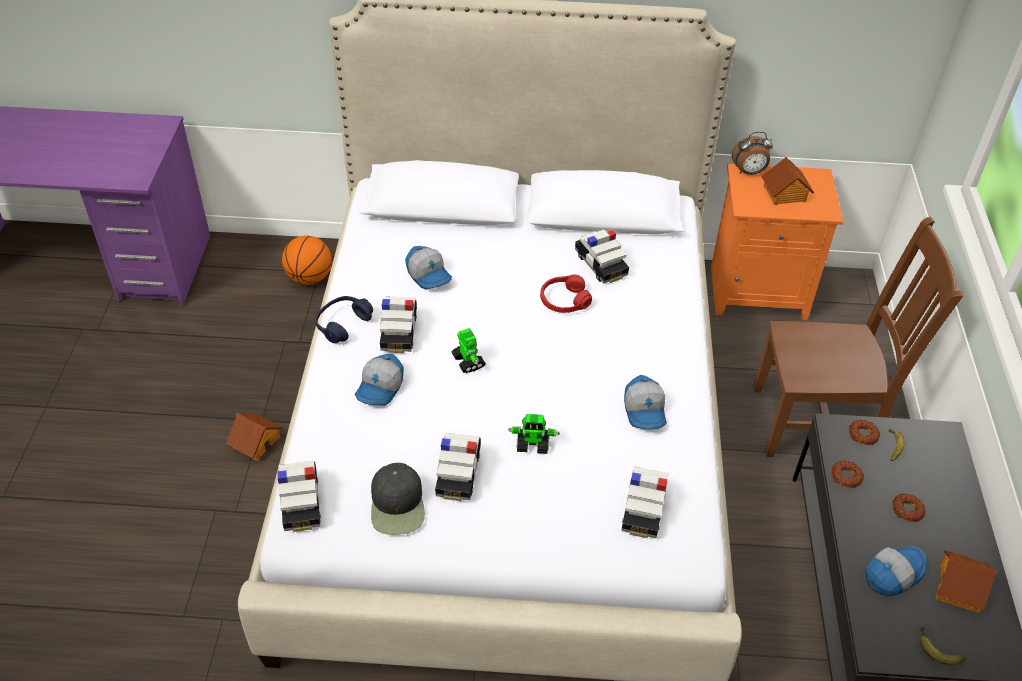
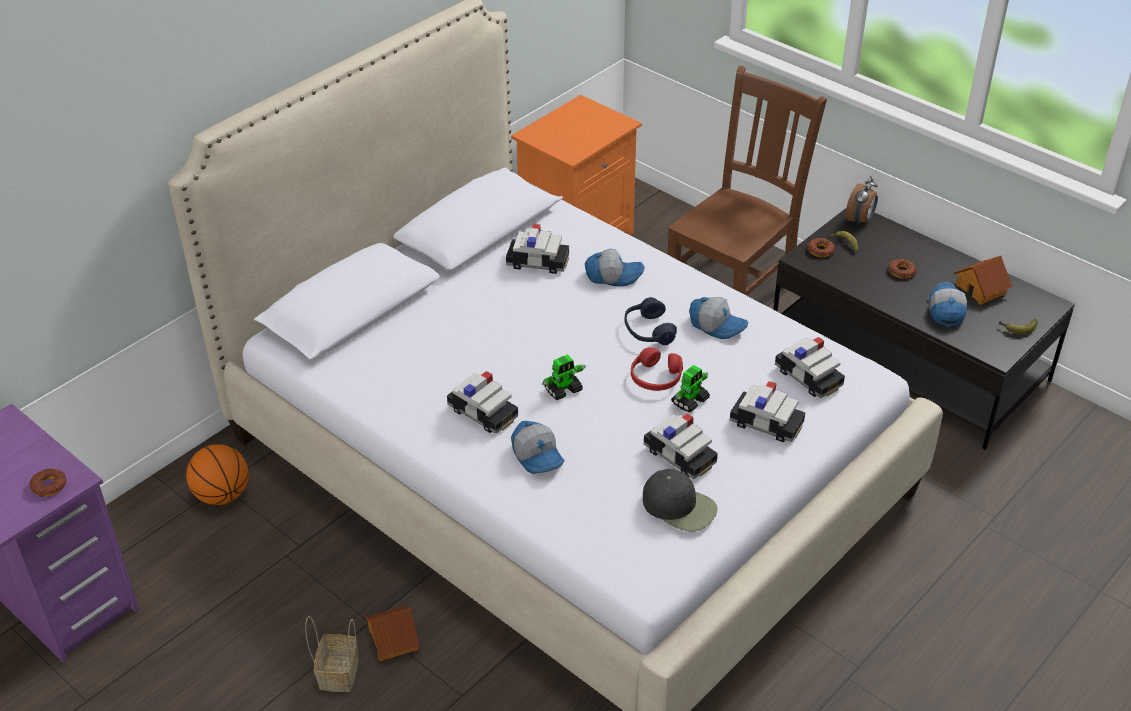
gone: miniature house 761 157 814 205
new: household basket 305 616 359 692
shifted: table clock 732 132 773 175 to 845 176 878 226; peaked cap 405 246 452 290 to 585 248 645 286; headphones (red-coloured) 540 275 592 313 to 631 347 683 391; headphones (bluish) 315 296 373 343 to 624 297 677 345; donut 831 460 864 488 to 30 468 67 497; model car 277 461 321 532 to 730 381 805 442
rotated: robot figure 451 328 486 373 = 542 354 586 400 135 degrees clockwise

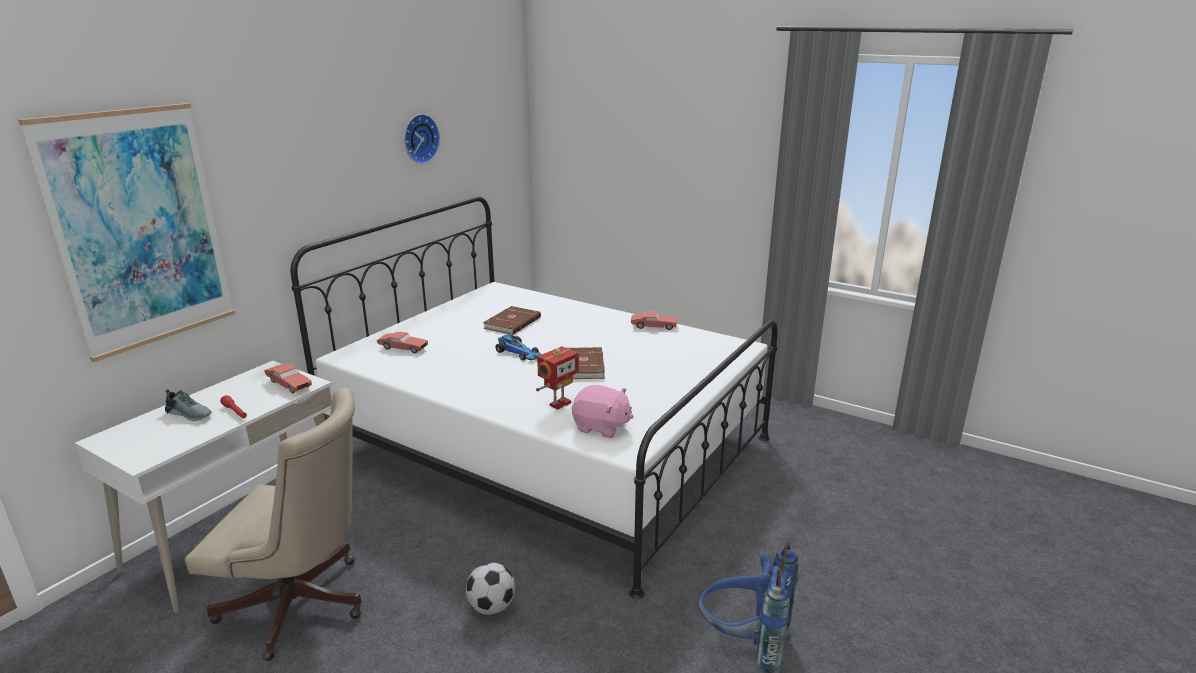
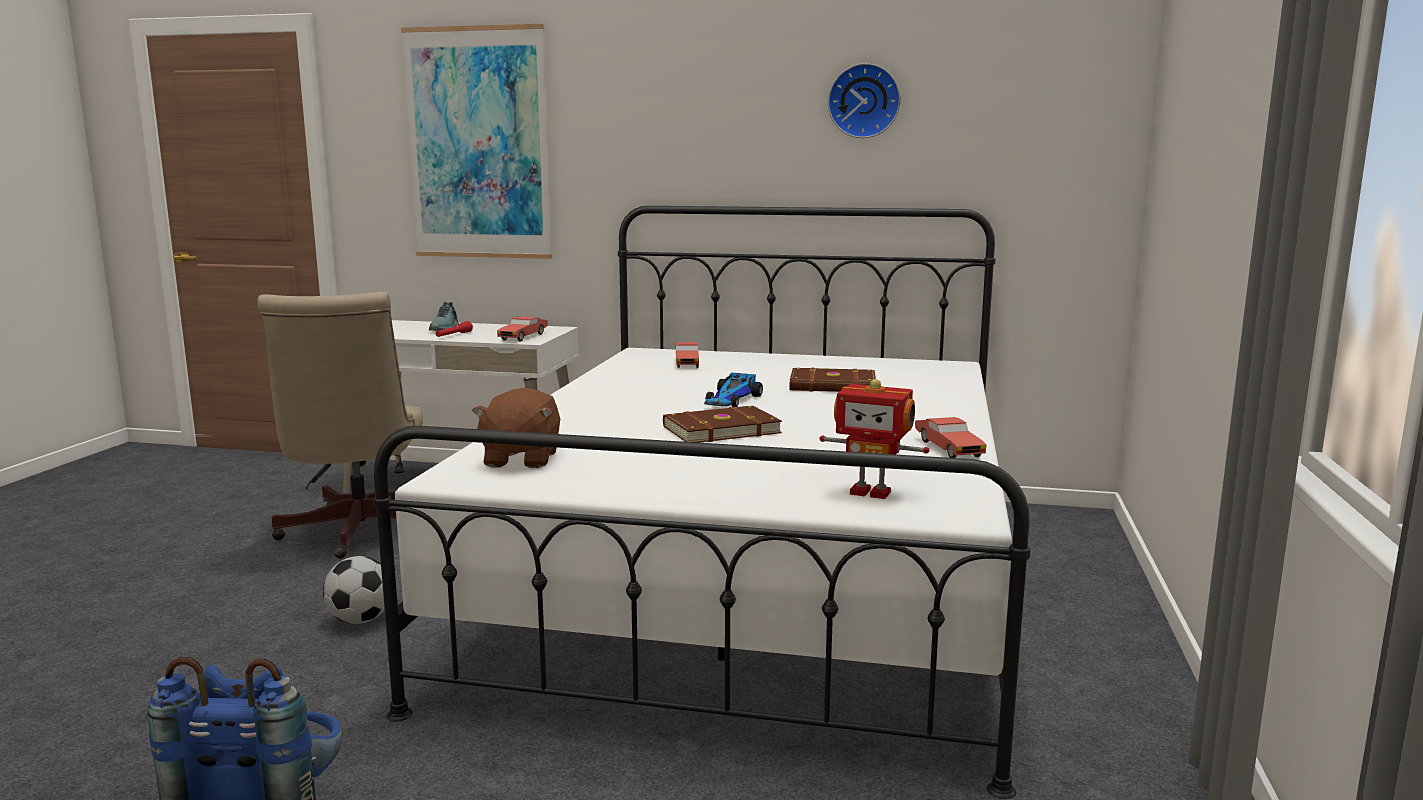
shifted: robot figure 536 346 579 410 to 819 379 929 499
repainted: cuddly toy (pinkish) 572 385 634 438 to cuddly toy (brown-coloured) 472 388 560 468

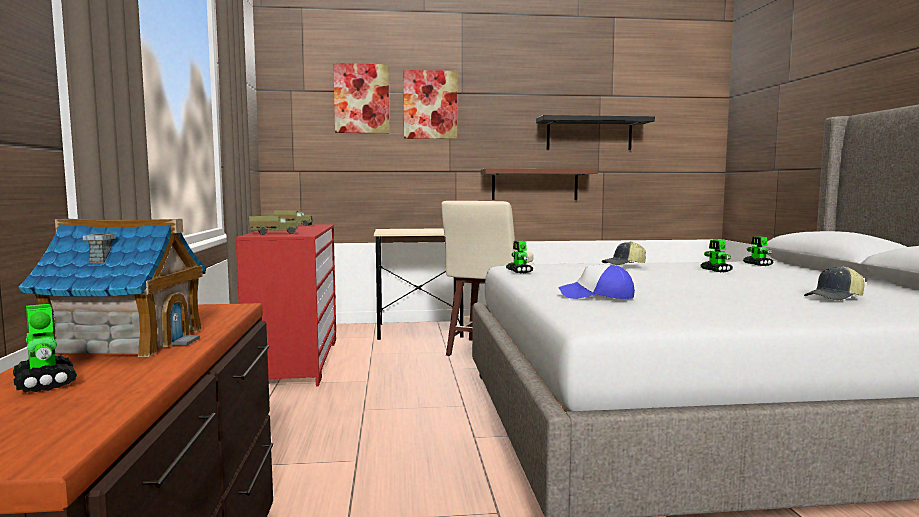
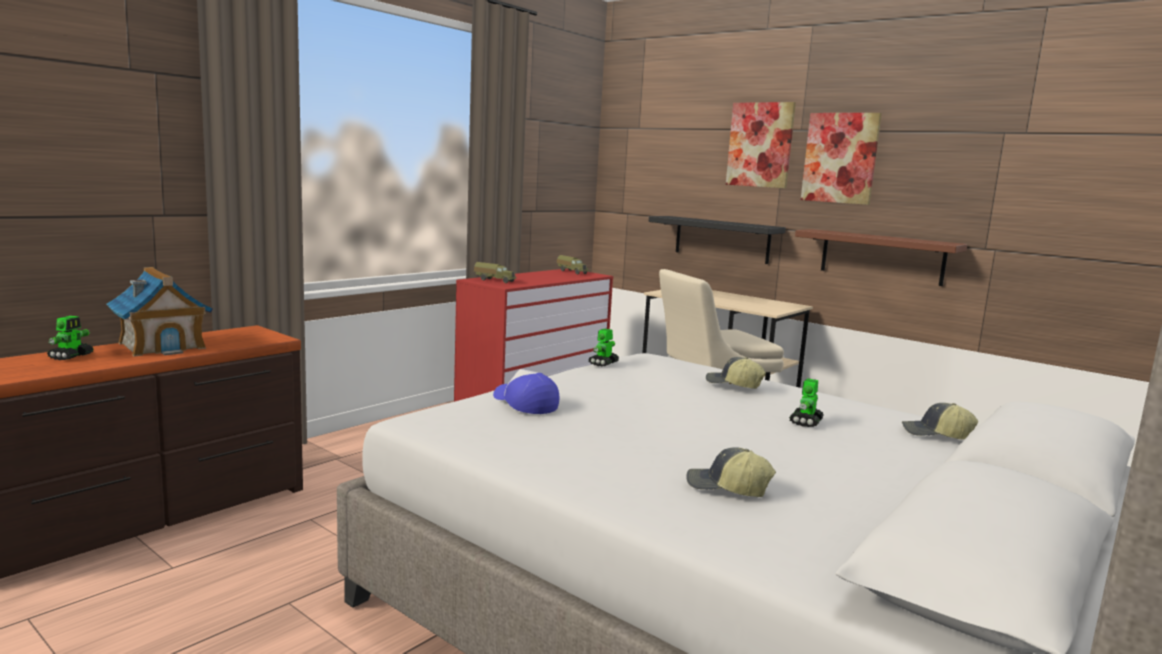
shifted: picture 333 63 389 133 to 801 113 882 205; shelf (black) 536 115 655 150 to 649 216 786 264
swapped: robot figure 743 236 773 266 to peaked cap 902 403 978 440

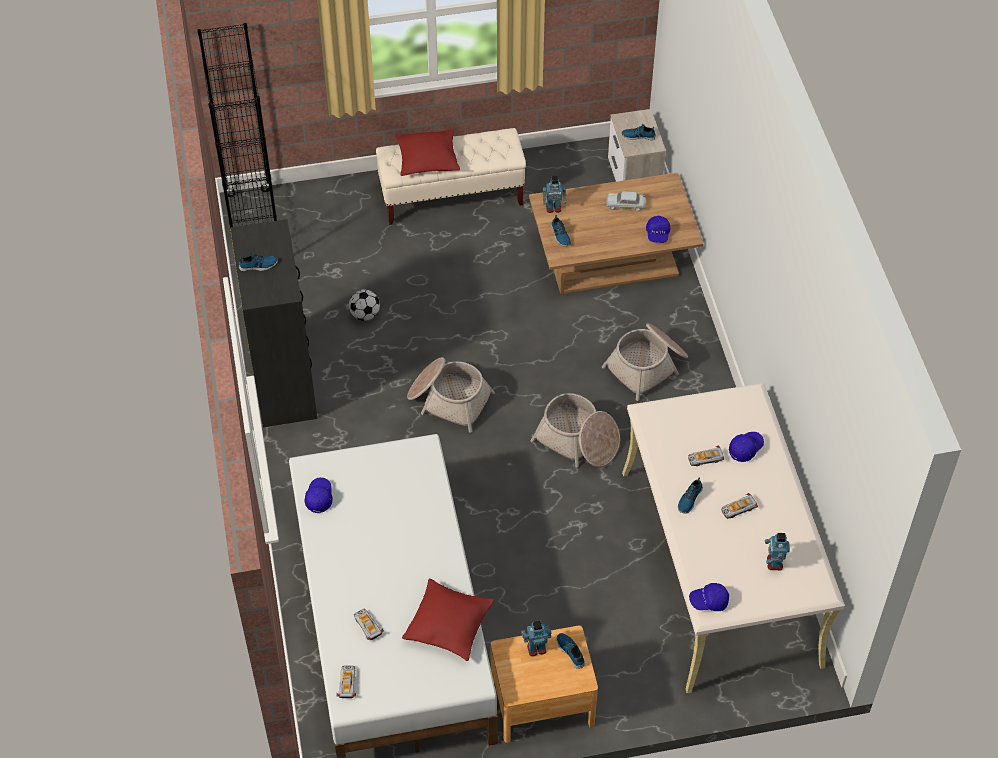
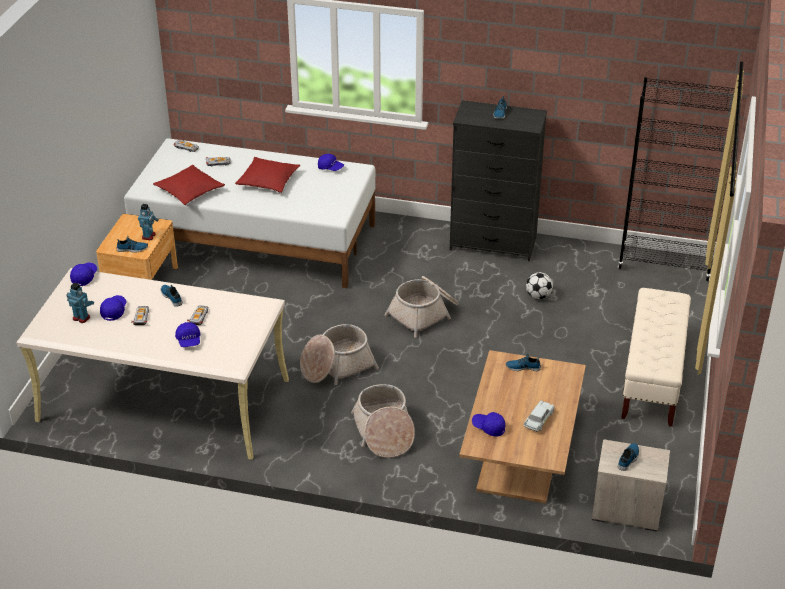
gone: robot figure 543 176 566 213
new: peaked cap (bluish) 100 295 126 321
shifted: cushion (red-coloured) 395 129 460 176 to 235 157 300 193

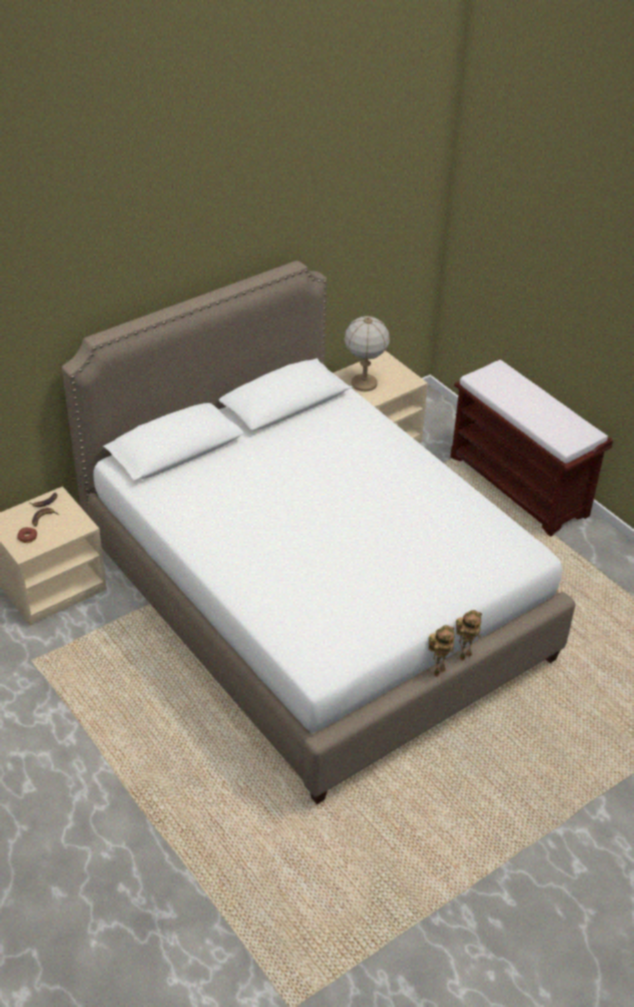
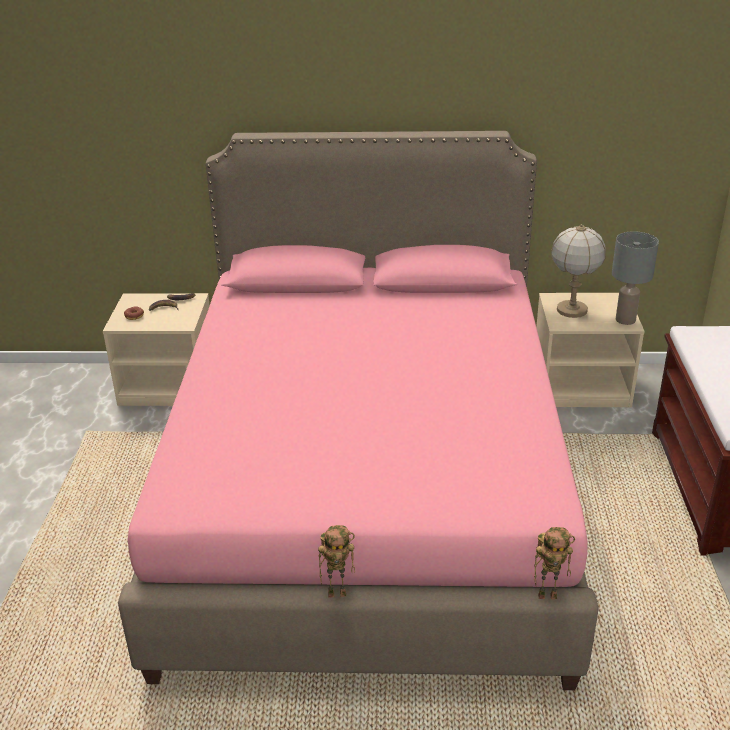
new: tabletop lamp (grey) 612 231 659 325
shifted: robot figure 456 610 482 661 to 534 527 575 599
repainted: bed (white) 62 260 575 804 to bed (pinkish) 118 131 599 690

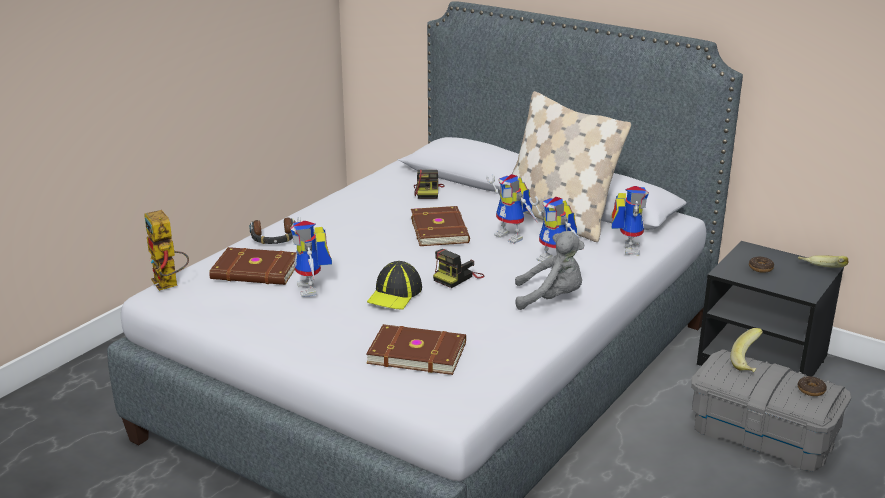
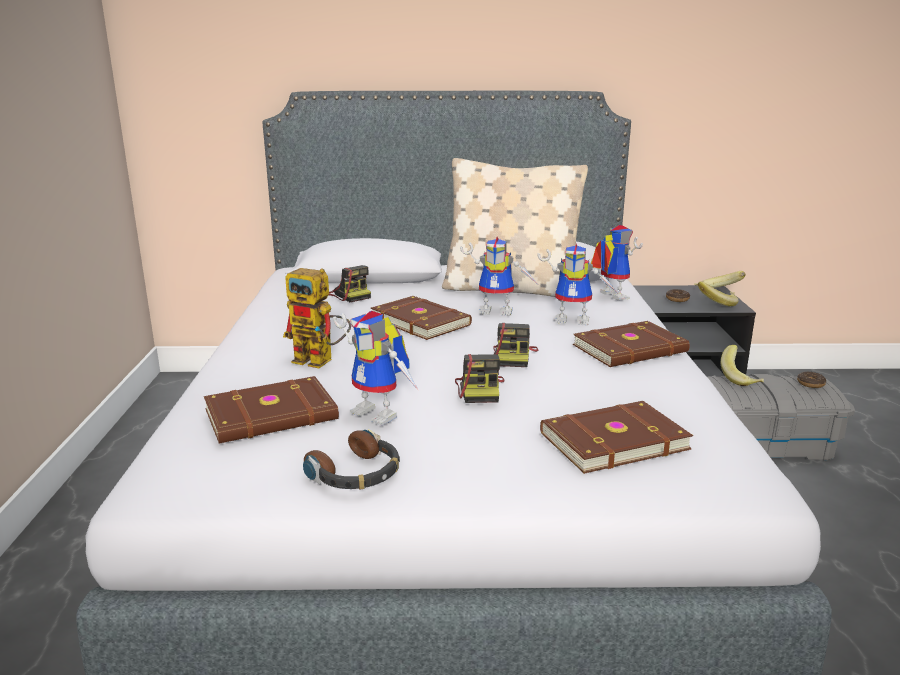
new: whole banana 698 282 739 306
shifted: robot figure 144 210 189 291 to 283 268 351 368; headphones 249 218 295 244 to 303 429 400 490
swapped: cuddly toy (grey) 515 231 585 310 to book (brown-coloured) 573 321 690 367; peaked cap 367 261 422 310 to still camera 455 354 505 403

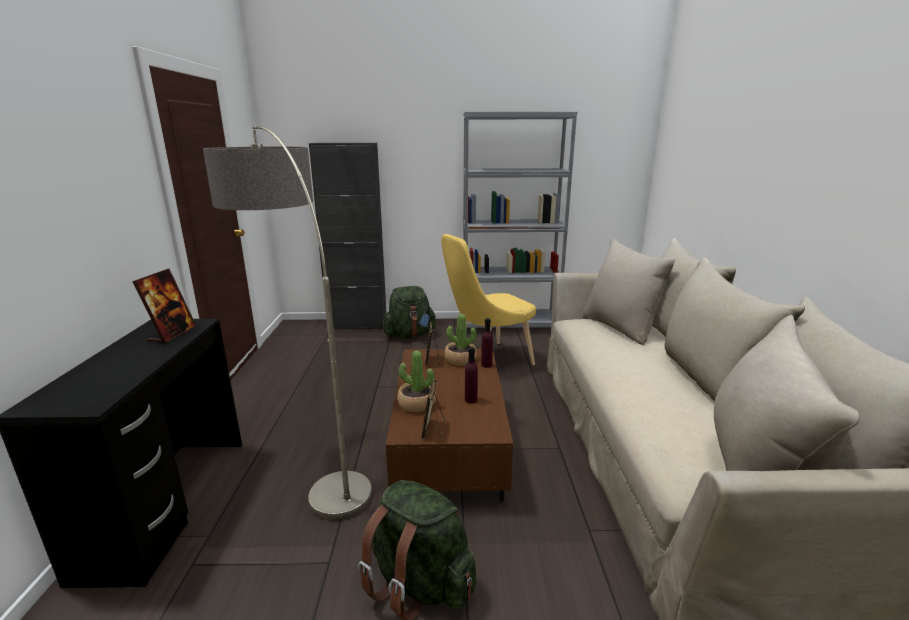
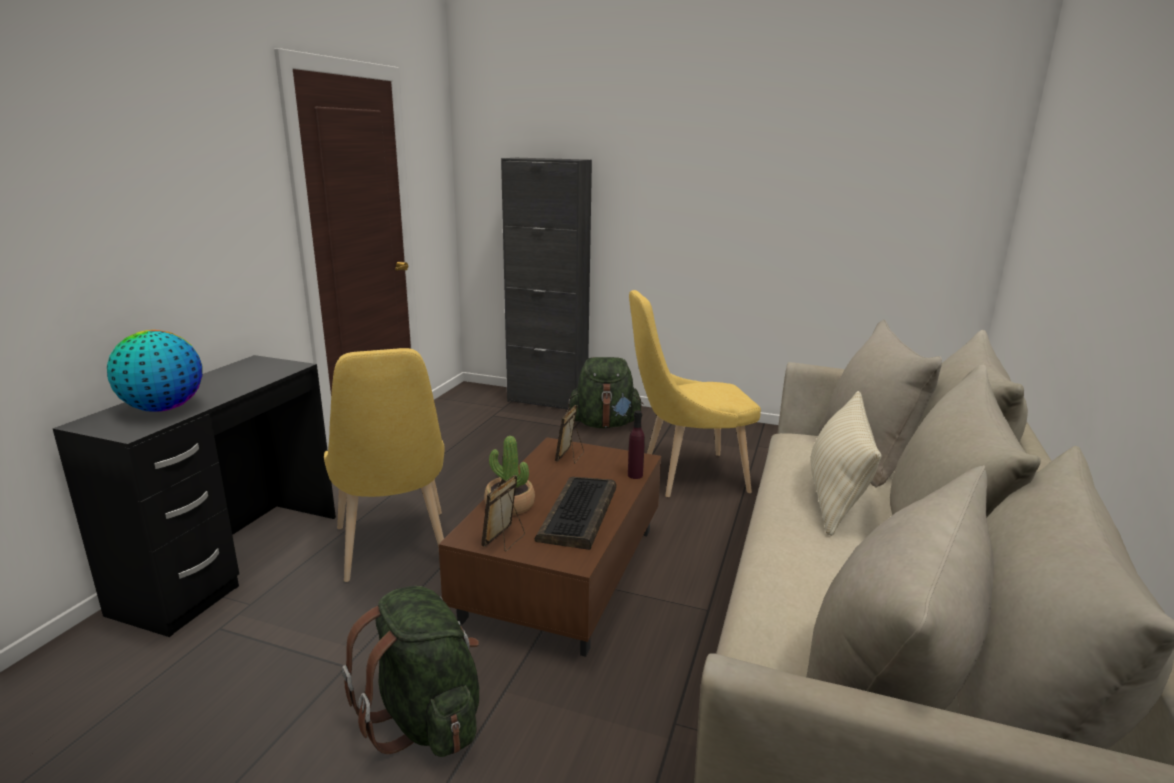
gone: bookcase (grey) 463 111 578 334; picture frame 132 269 196 344; potted plant 445 314 477 365
new: globe 107 330 203 412; cushion (beige) 811 391 882 536
swapped: standing lamp 203 126 372 520 to chair (yellow) 324 348 445 582; beverage bottle (purple-coloured) 465 347 478 404 to keyboard 535 477 616 550

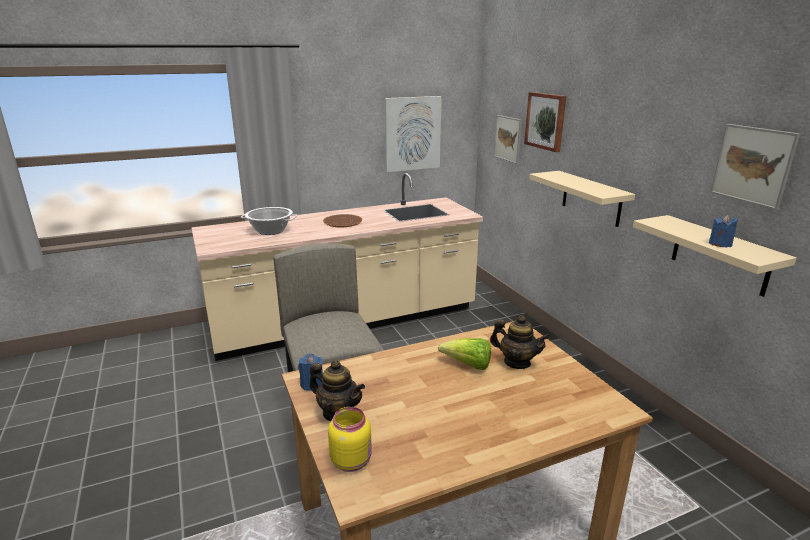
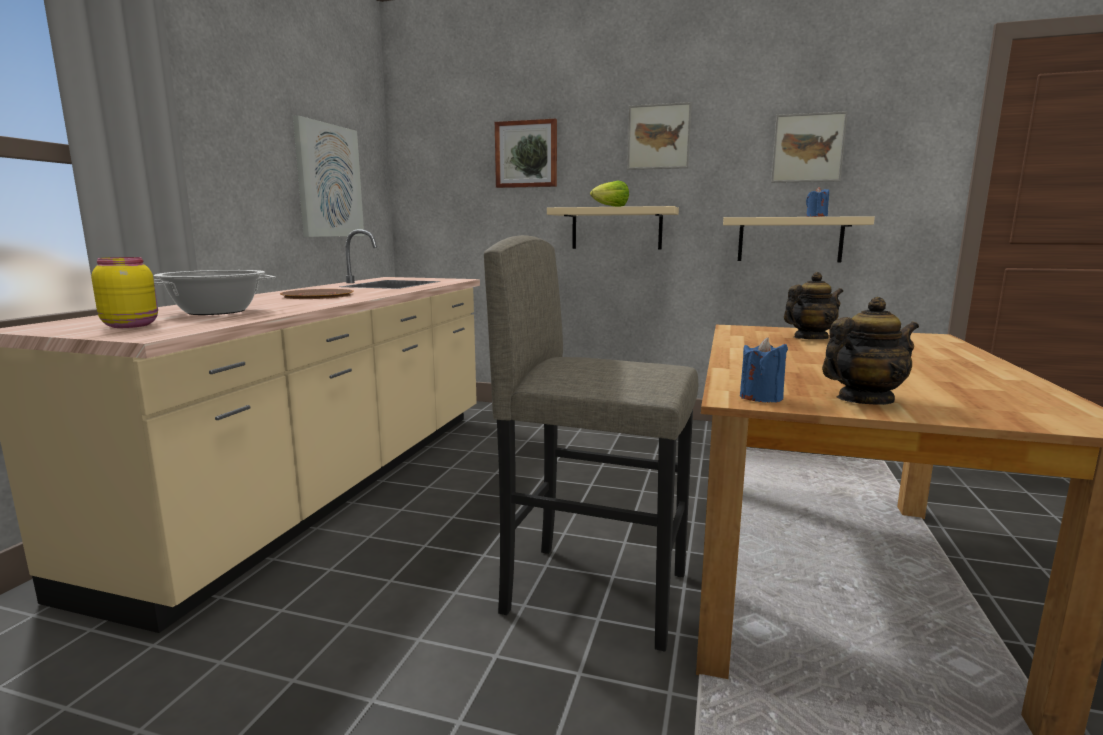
shifted: picture 493 115 522 164 to 627 102 692 170; lettuce head 438 338 491 370 to 590 181 629 207; preserve jar (yellow) 328 407 372 472 to 91 257 158 328

